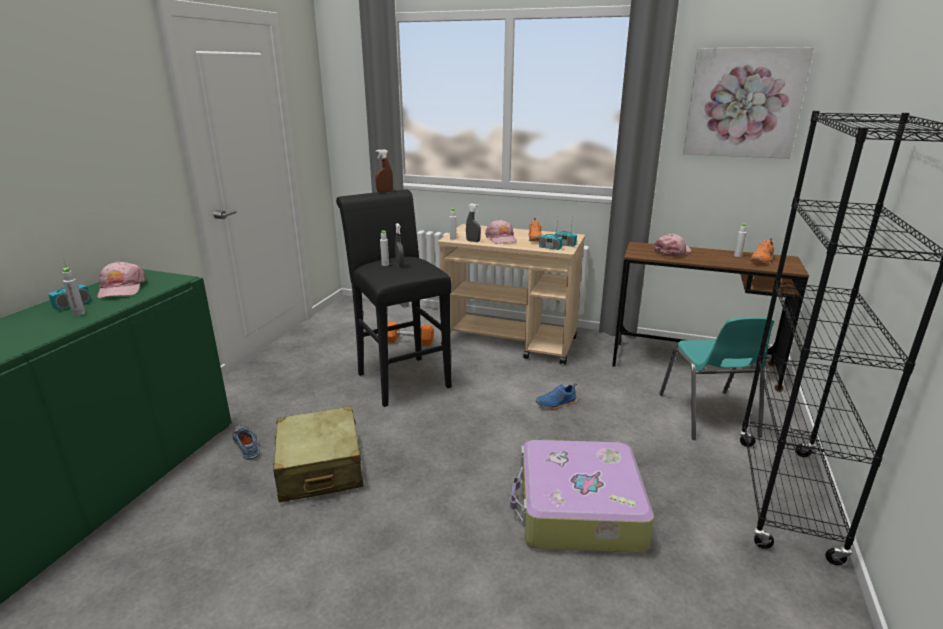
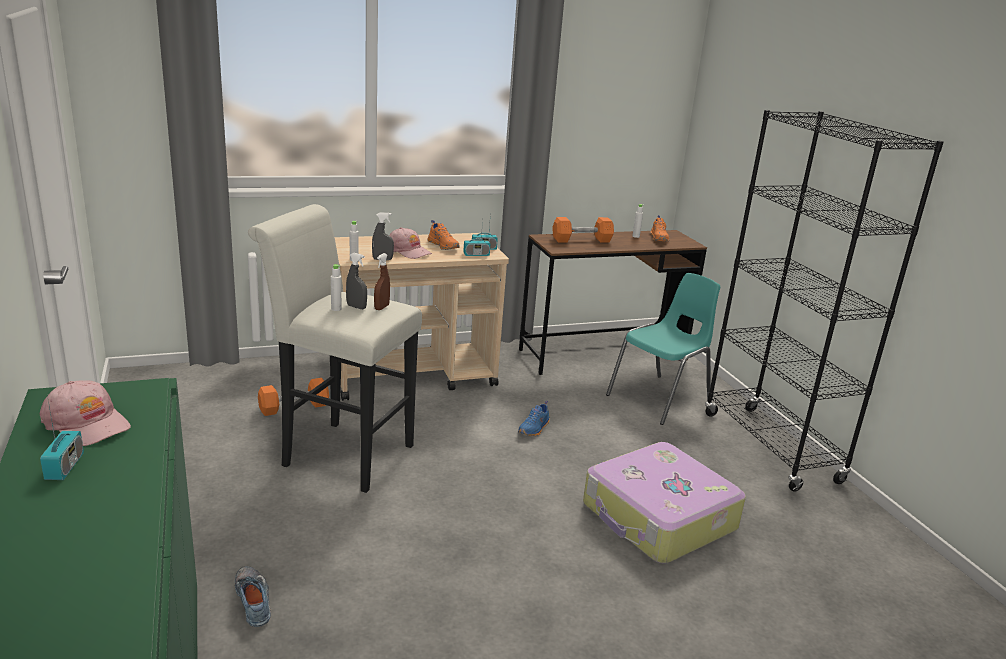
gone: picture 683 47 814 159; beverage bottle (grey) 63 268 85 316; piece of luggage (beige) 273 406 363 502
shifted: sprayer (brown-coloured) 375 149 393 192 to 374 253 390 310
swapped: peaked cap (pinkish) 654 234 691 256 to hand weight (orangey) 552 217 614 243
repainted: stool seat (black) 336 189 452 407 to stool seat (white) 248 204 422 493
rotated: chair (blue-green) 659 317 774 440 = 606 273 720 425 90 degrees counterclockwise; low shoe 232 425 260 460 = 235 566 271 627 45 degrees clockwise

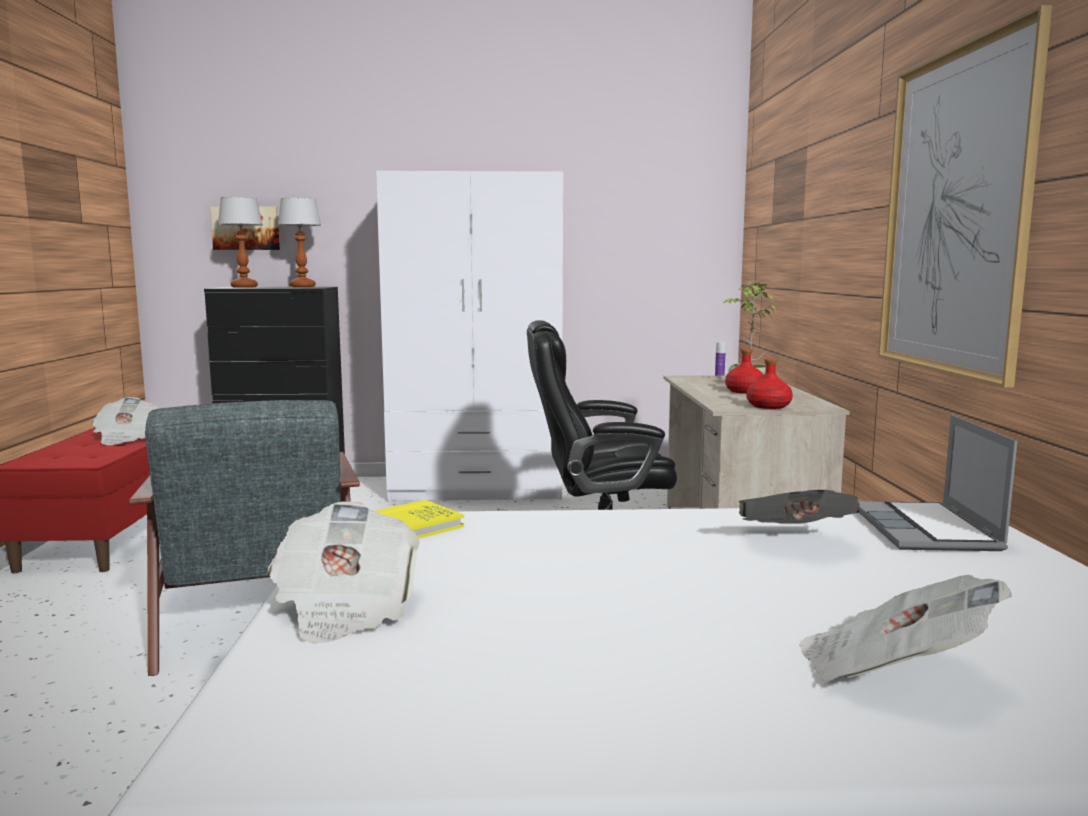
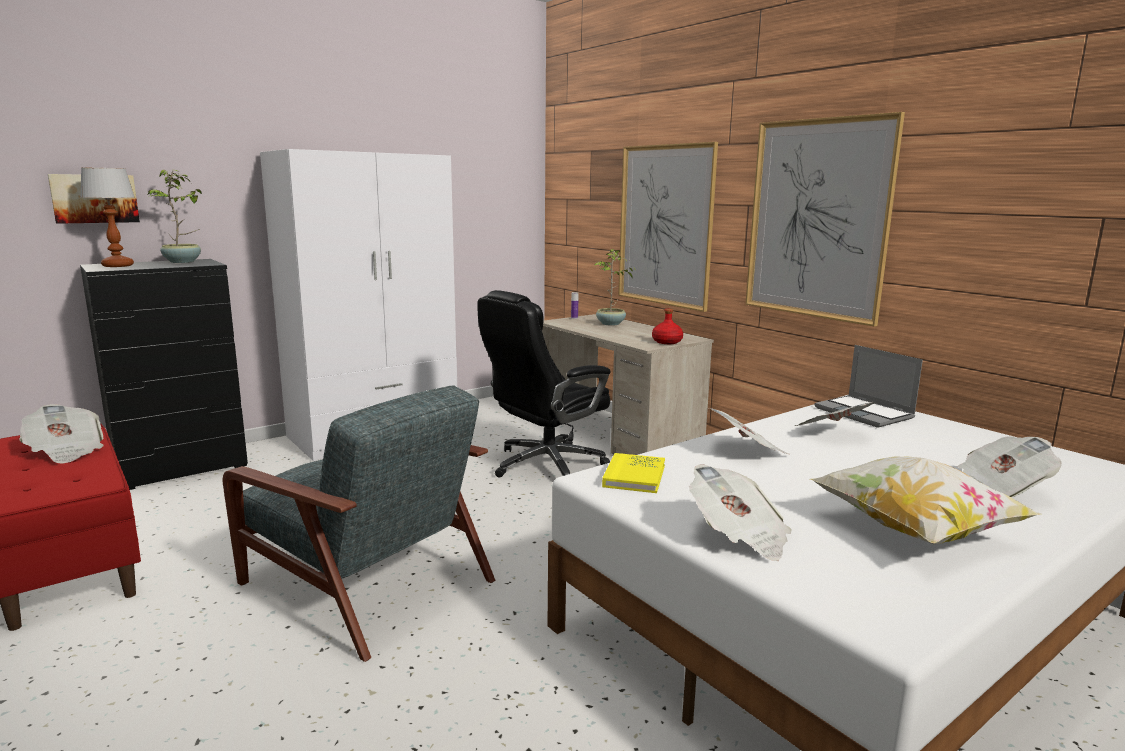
gone: beverage bottle (red-coloured) 725 348 764 394
new: picture 618 142 718 312; printed paper 709 408 791 455; cushion 810 456 1041 544
swapped: tabletop lamp 278 198 321 287 to potted plant 148 170 202 263

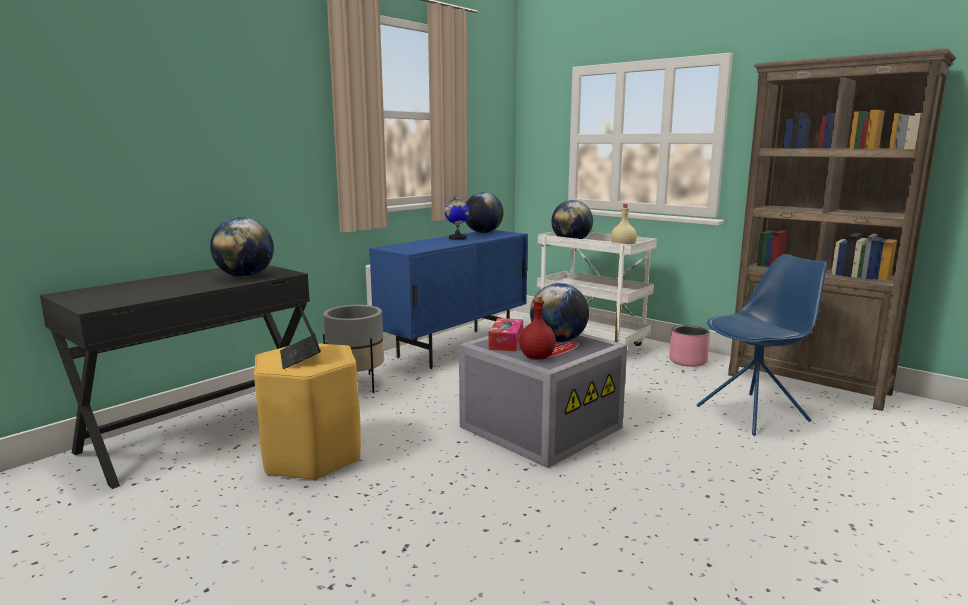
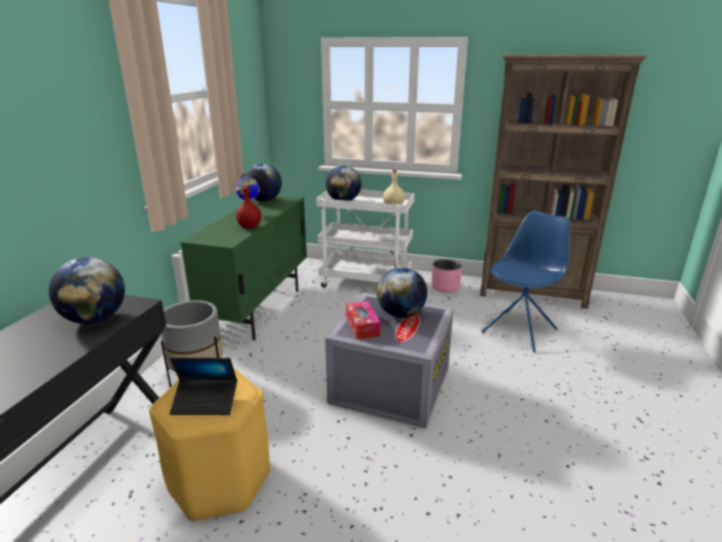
shifted: beverage bottle (red-coloured) 519 295 556 360 to 236 184 261 228
repainted: cabinet (bluish) 369 230 528 369 to cabinet (green-coloured) 180 195 307 340
rotated: notebook computer 280 304 321 369 = 170 358 237 415 45 degrees counterclockwise

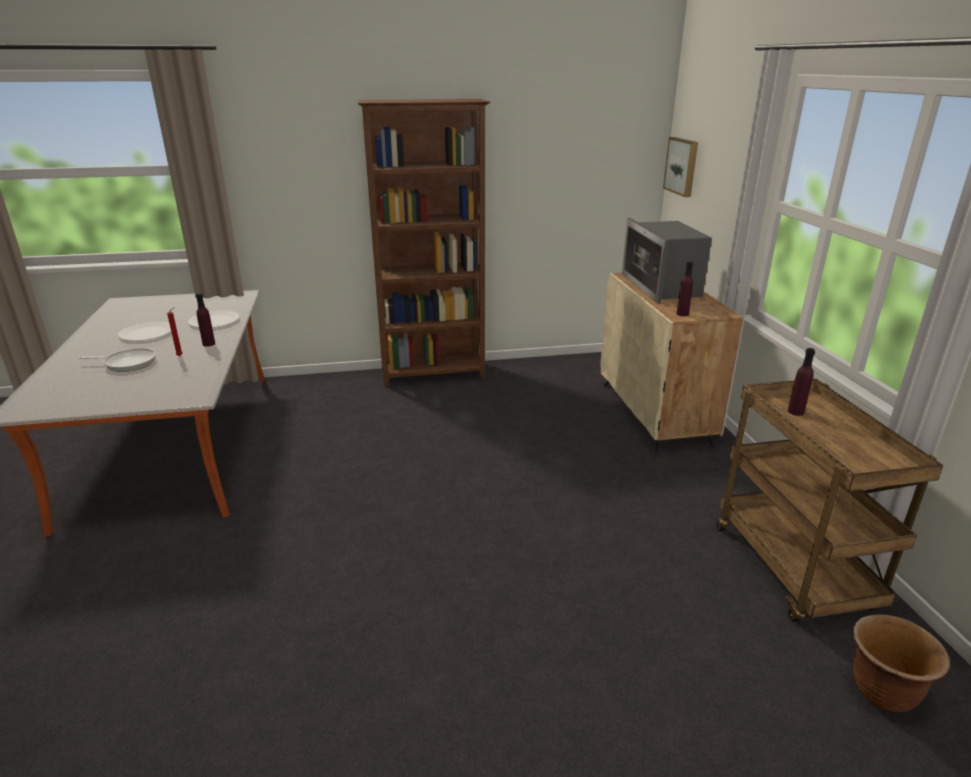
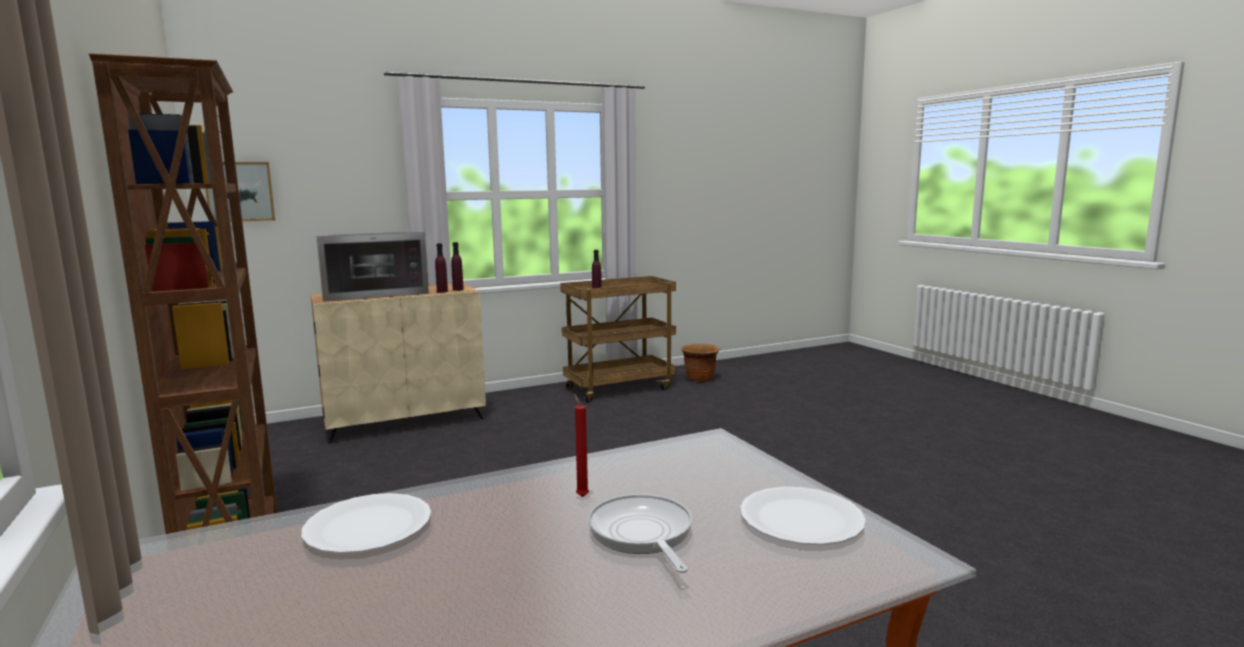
shifted: beverage bottle (purple-coloured) 196 293 215 347 to 435 243 448 293; plate (white) 118 322 171 341 to 740 487 866 545

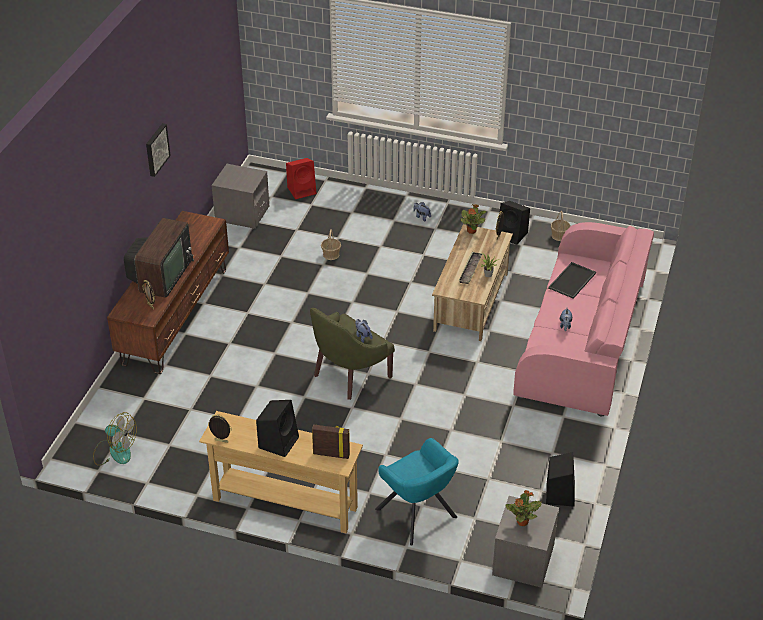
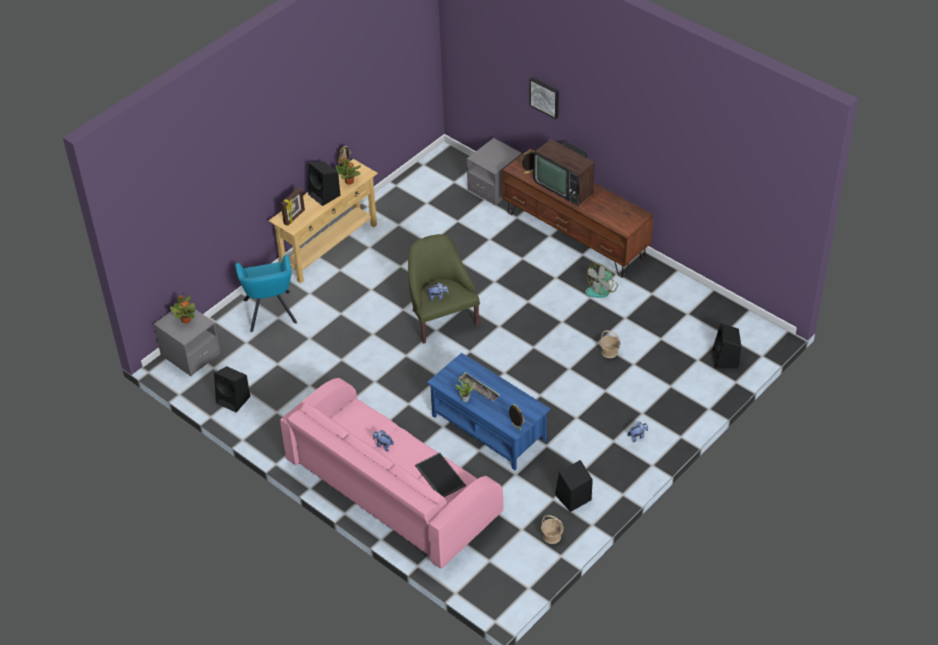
shifted: picture 146 123 171 177 to 530 77 559 119; nightstand (grey) 211 164 270 229 to 467 138 522 206; potted plant 460 204 486 234 to 335 157 361 185; fan 93 412 137 466 to 585 263 618 298
repainted: audio speaker (red-coloured) 286 158 317 199 to audio speaker (black) 712 323 741 368; low table (beige) 432 224 513 341 to low table (bluish) 427 353 551 470
rotated: armchair (blue-green) 375 438 459 546 = 235 255 297 332 90 degrees counterclockwise

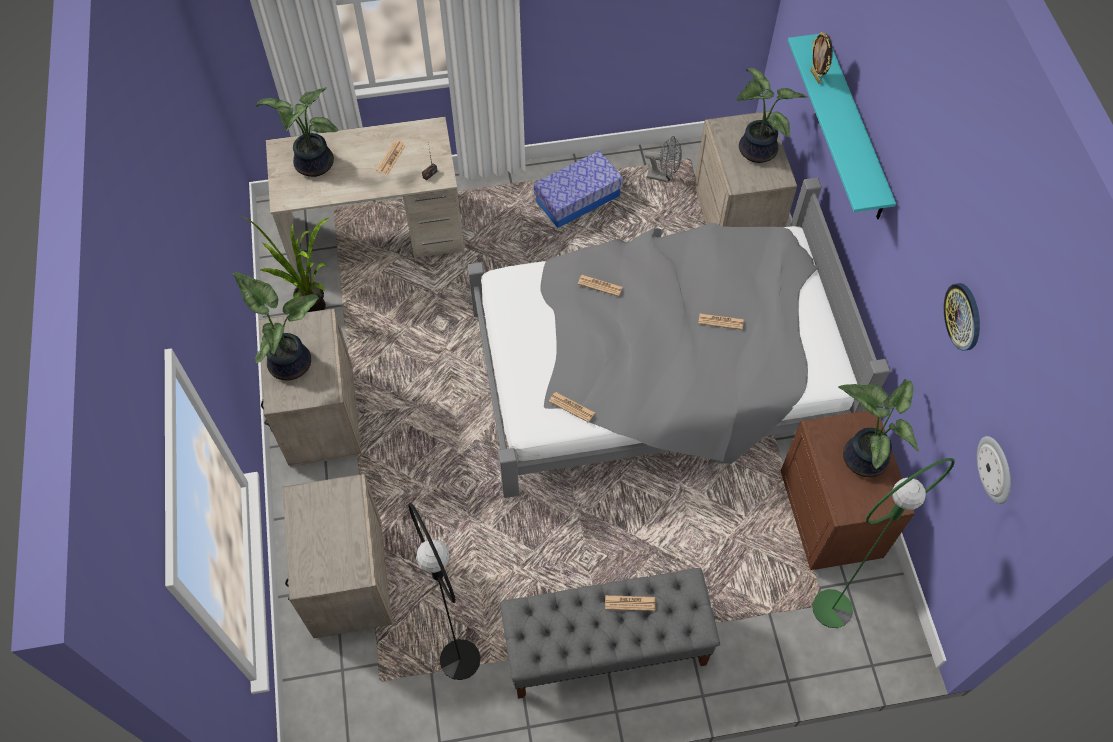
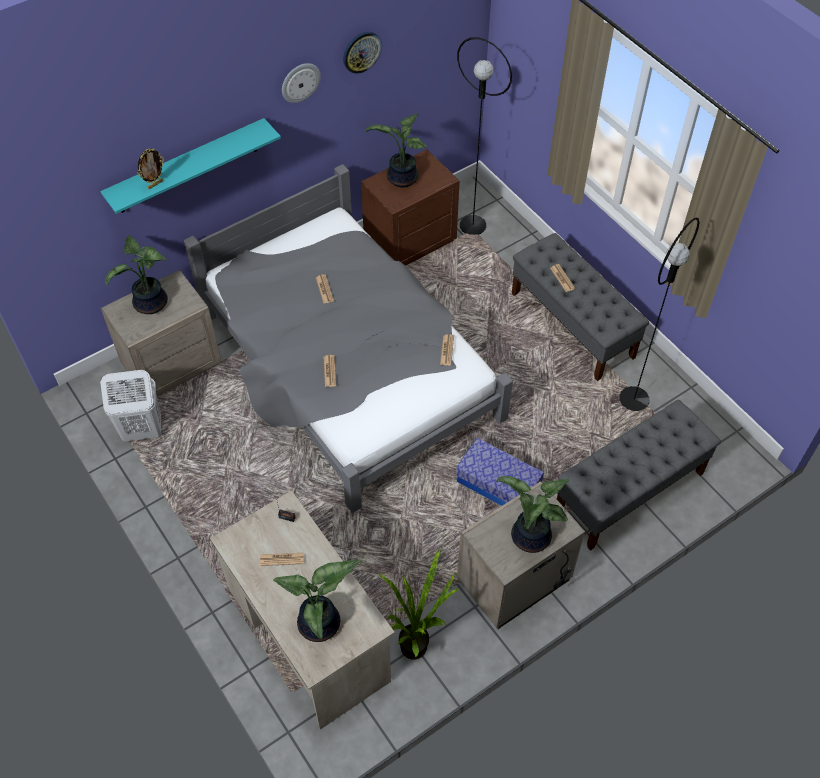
shifted: storage bin 534 151 623 228 to 455 438 544 506; wall clock 977 436 1011 504 to 282 63 321 103
swapped: fan (grey) 644 136 682 183 to laundry basket (white) 100 370 161 442; nightstand (beige) 283 474 392 638 to indoor bench (grey) 557 400 721 551
repainted: standing lamp (green-coloured) 813 458 955 628 to standing lamp (black) 457 37 512 235

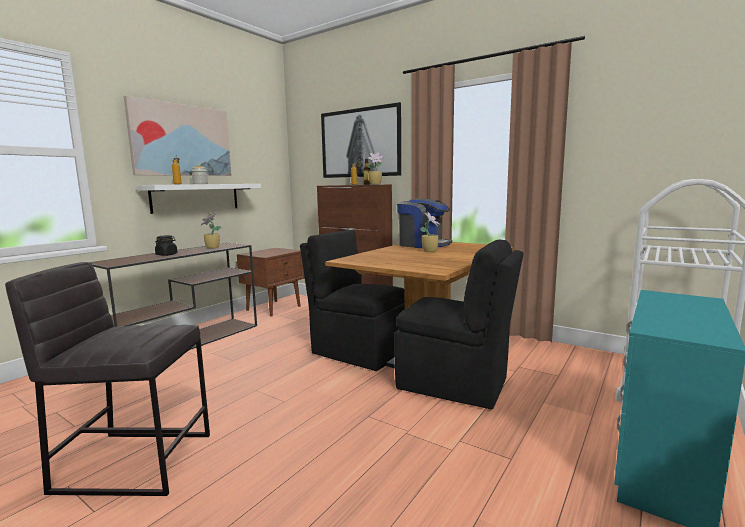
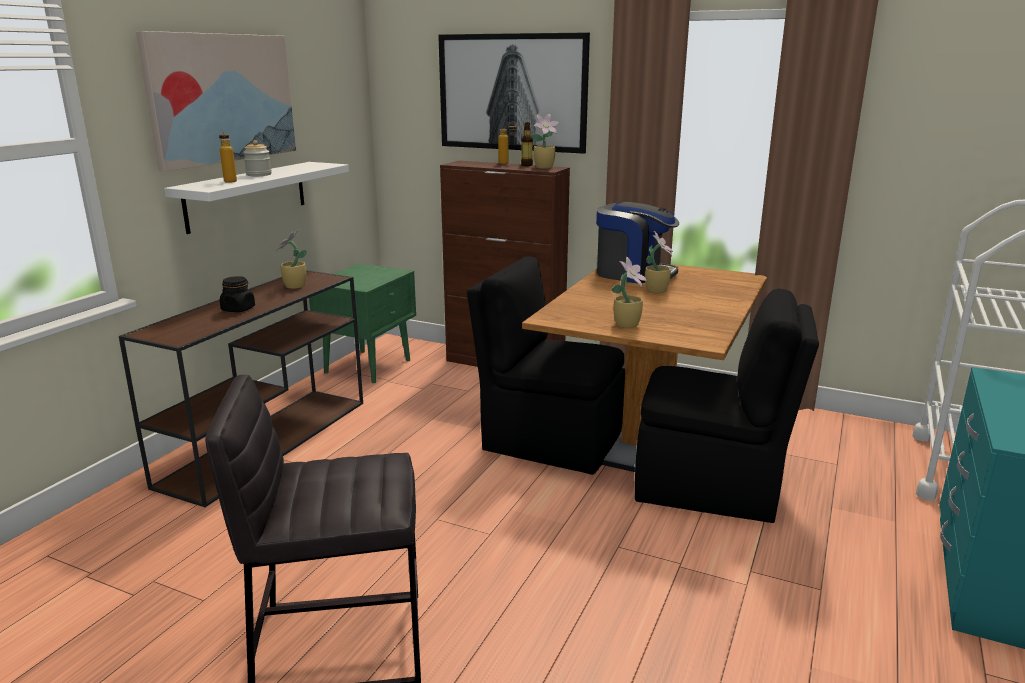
new: potted plant 611 257 647 328
repainted: nightstand (brown-coloured) 237 248 305 317 to nightstand (green-coloured) 309 264 416 383

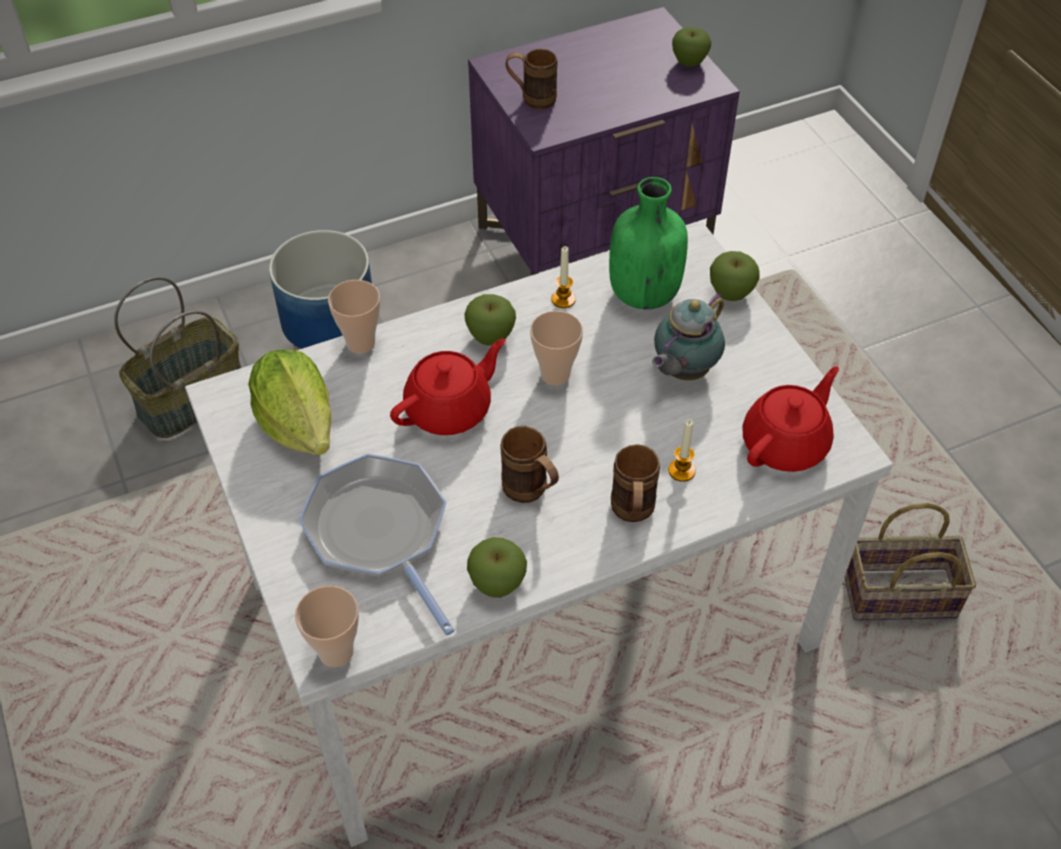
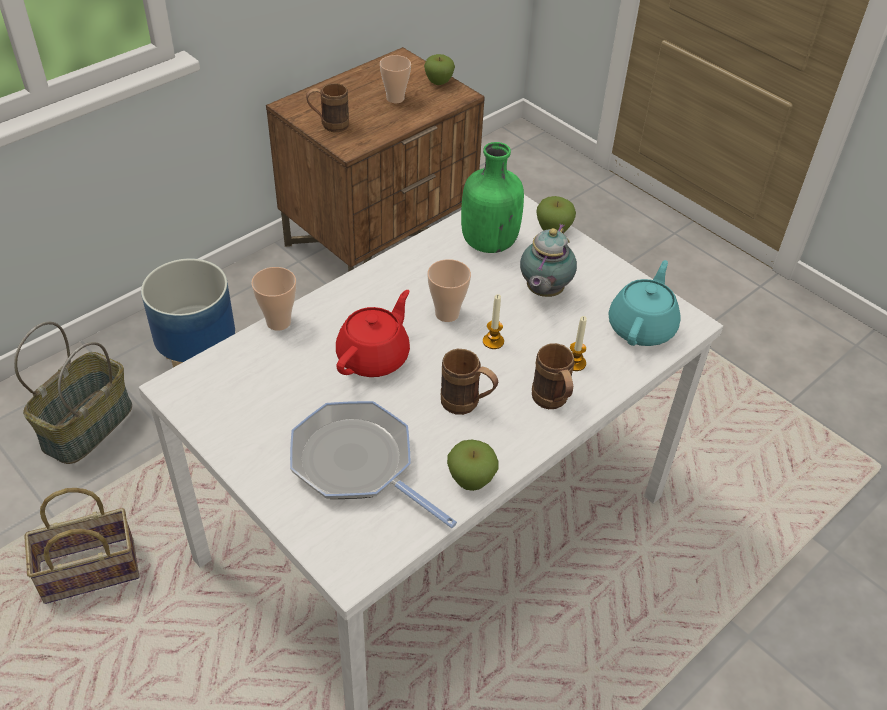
gone: apple 464 294 516 345; lettuce head 248 350 332 455
shifted: wax candle 552 246 576 308 to 483 294 504 349; household basket 845 503 976 620 to 24 488 139 604; cup 295 586 359 667 to 380 55 411 103
repainted: nightstand (purple-coloured) 468 7 740 275 to nightstand (brown-coloured) 266 47 485 272; teapot (red-coloured) 743 366 839 472 to teapot (blue-green) 609 260 681 346

